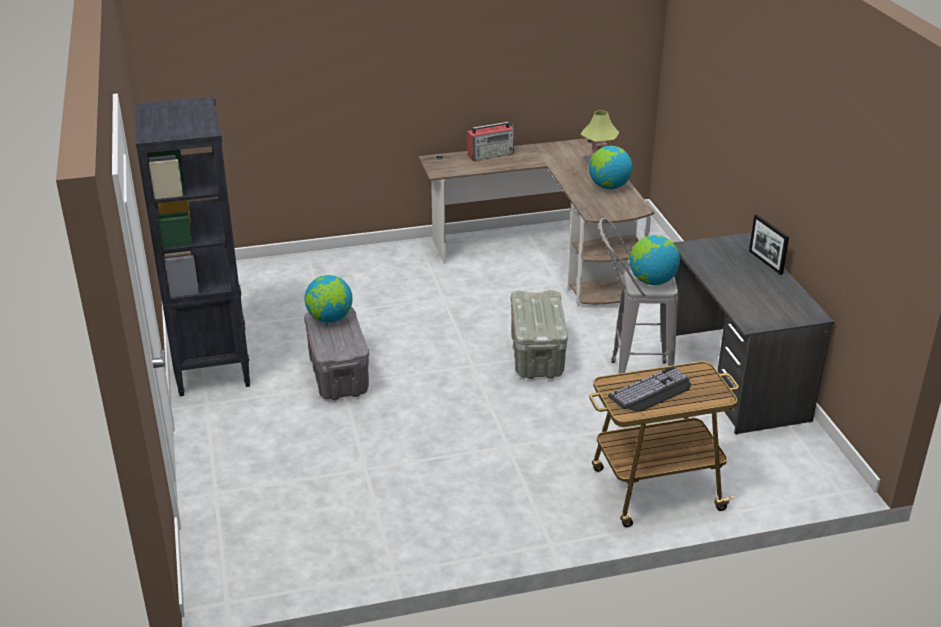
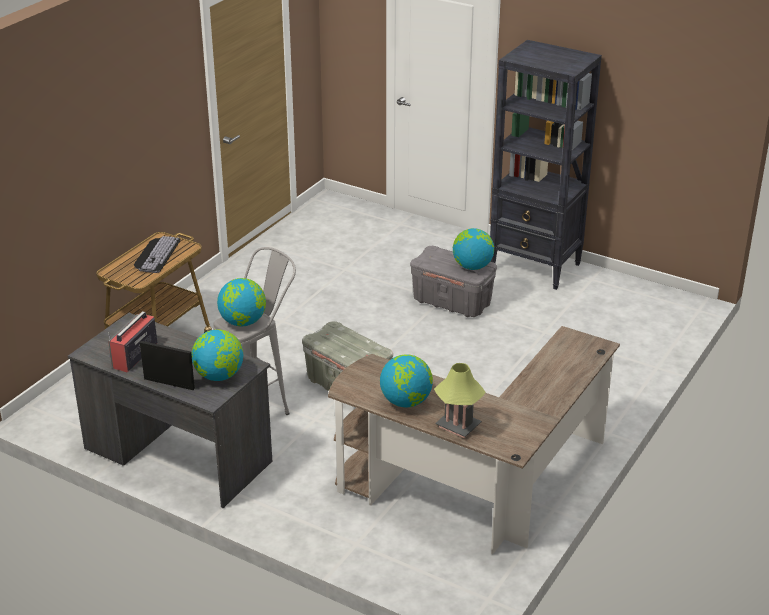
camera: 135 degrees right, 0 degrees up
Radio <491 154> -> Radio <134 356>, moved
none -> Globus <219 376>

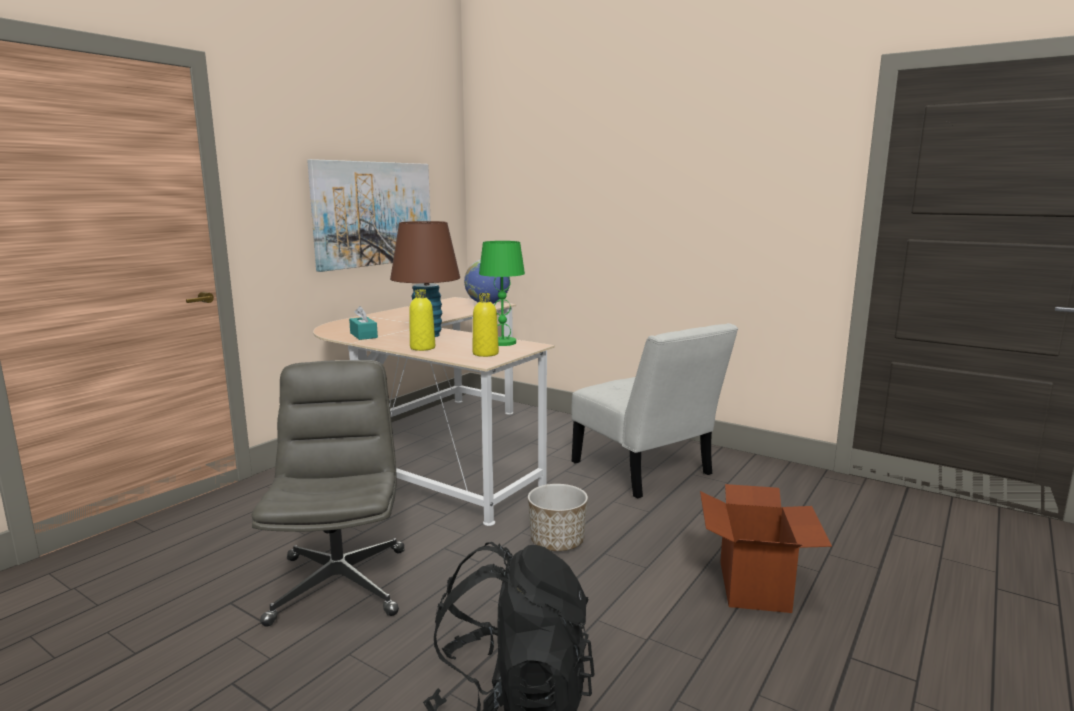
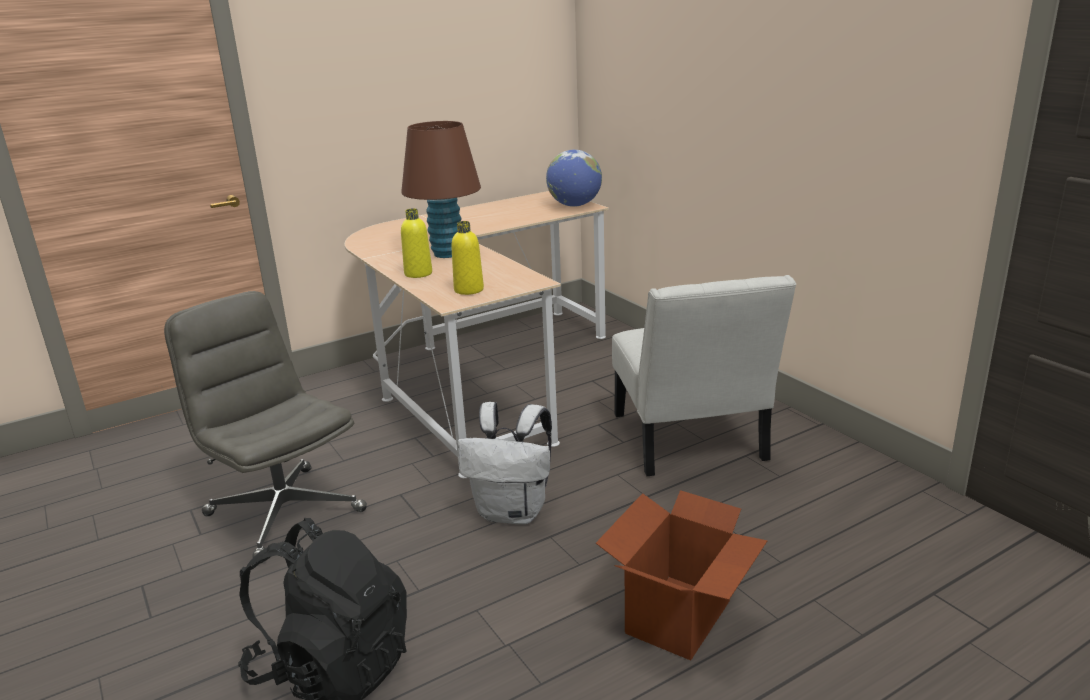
camera: 25 degrees right, 10 degrees up
Bild <374 213> -> none
Tischlampe/grün <502 343> -> none
Taschentuchbox/türkis <363 335> -> none
Bürostuhl/grau <339 584> -> Bürostuhl/grau <283 512>, 60 degrees counterclockwise
Pflanzkübel <557 542> -> Rucksack/weiß <513 512>

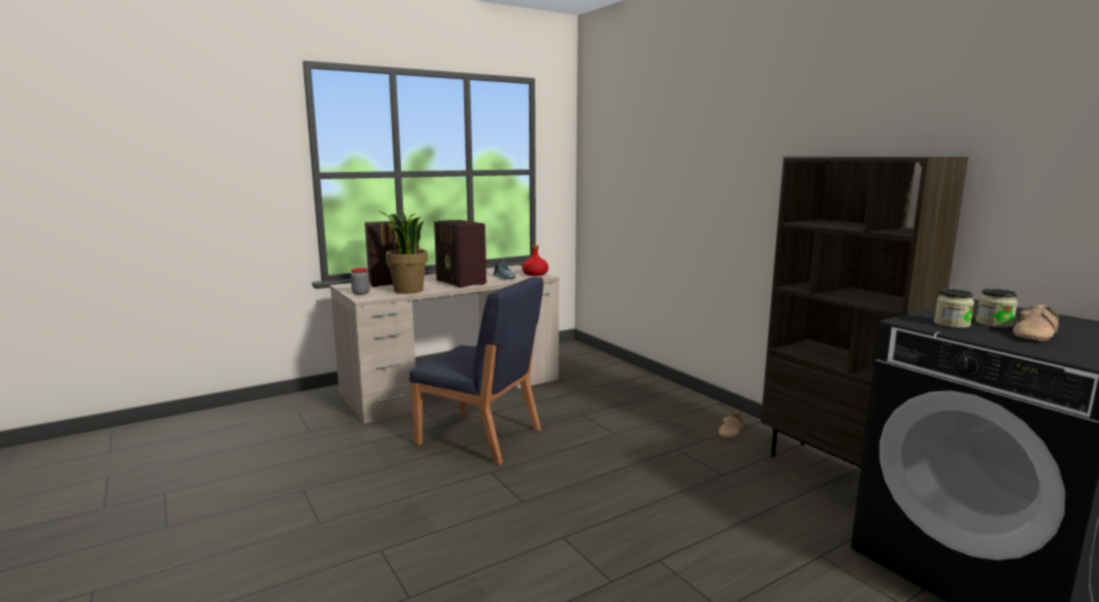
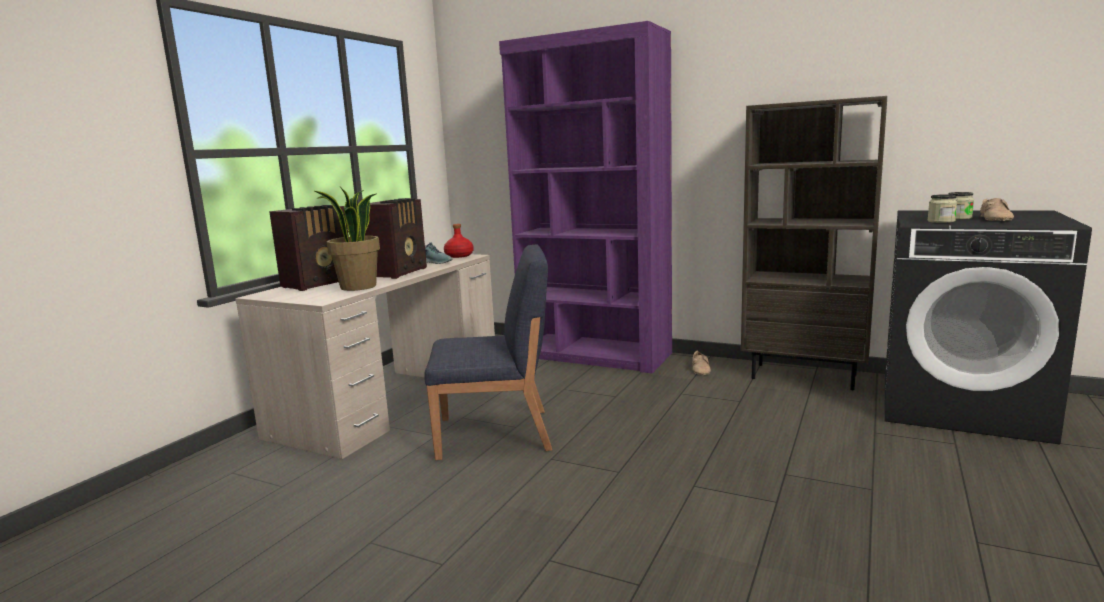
camera: 30 degrees left, 0 degrees up
Radio <460 282> -> Radio <399 272>, 90 degrees counterclockwise
Vorratsglas <361 293> -> none
none -> Bücherregal/lila <595 355>

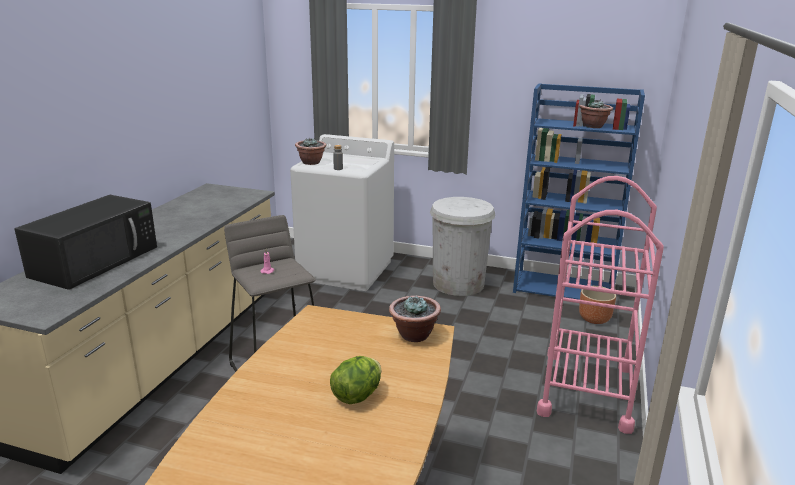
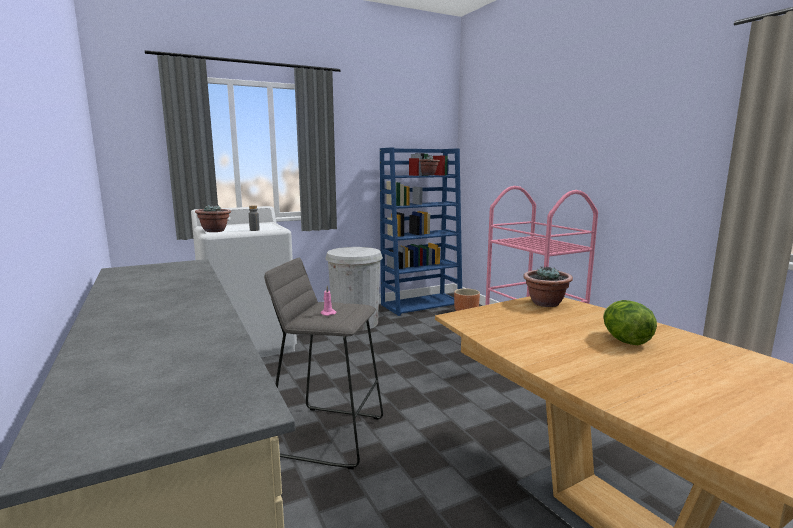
camera: 45 degrees left, 10 degrees down
Mikrowelle/schwarz <96 260> -> none

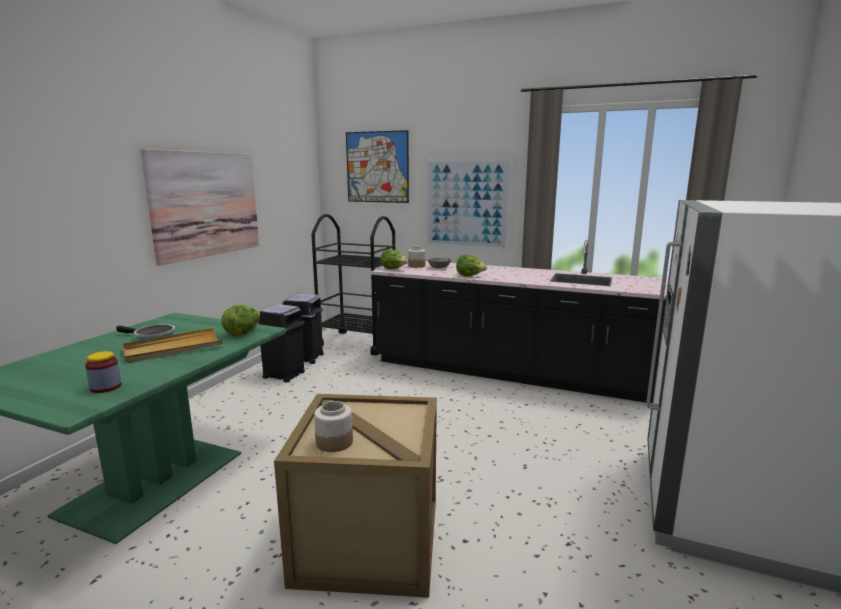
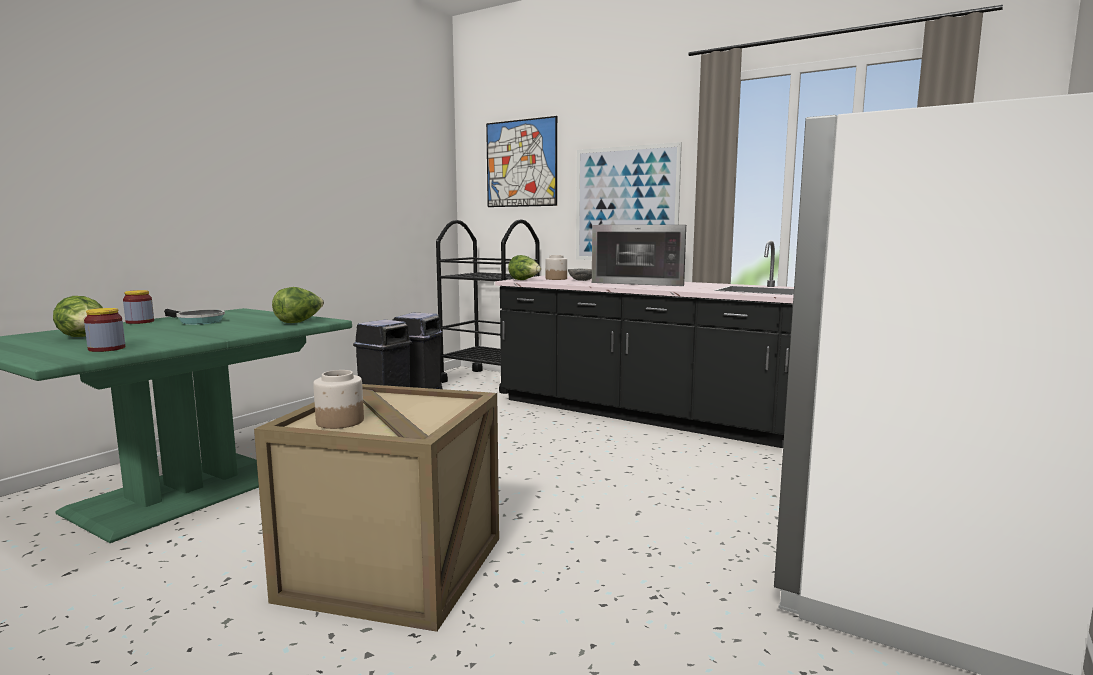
camera: 10 degrees right, 5 degrees down
Bild <206 204> -> none
Salatkopf <470 276> -> Salatkopf <84 337>, moved
Tablett/beige <173 348> -> none
none -> Mikrowelle <642 282>
none -> Vorratsglas <140 322>

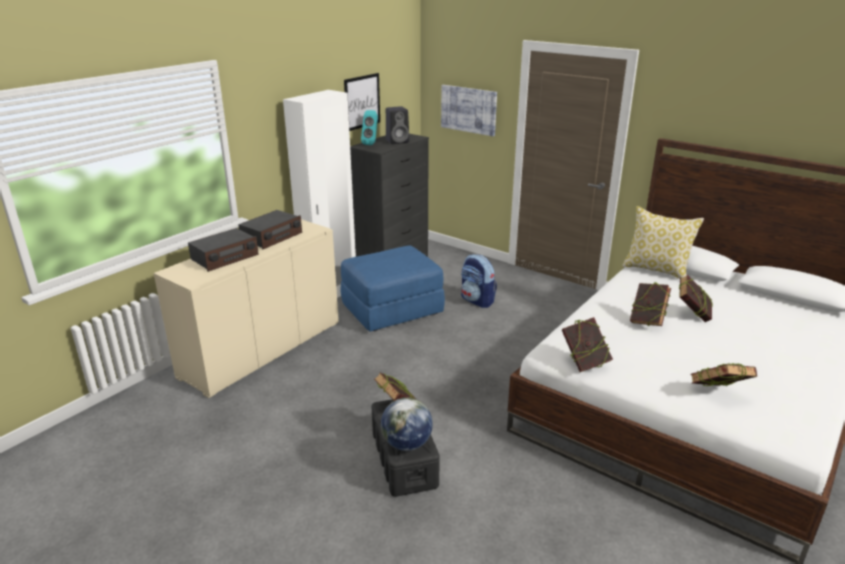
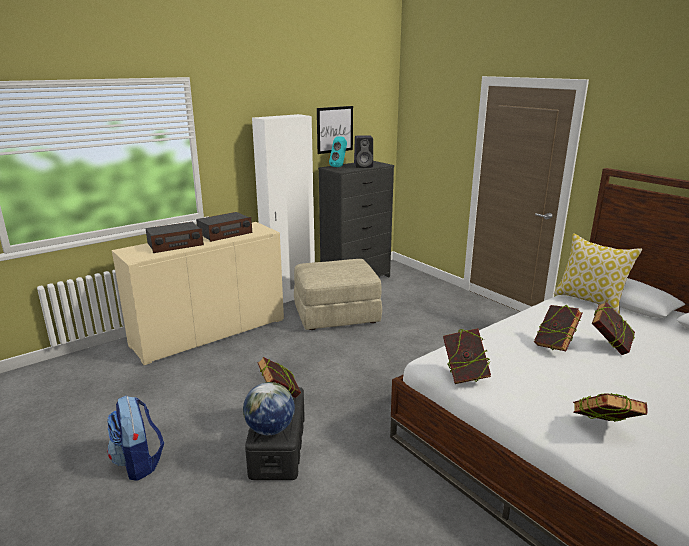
camera: 15 degrees right, 5 degrees down
Bild <468 109> -> none
Polsterhocker/blau <392 310> -> Polsterhocker/beige <336 315>
Rucksack <477 300> -> Rucksack <139 463>, moved

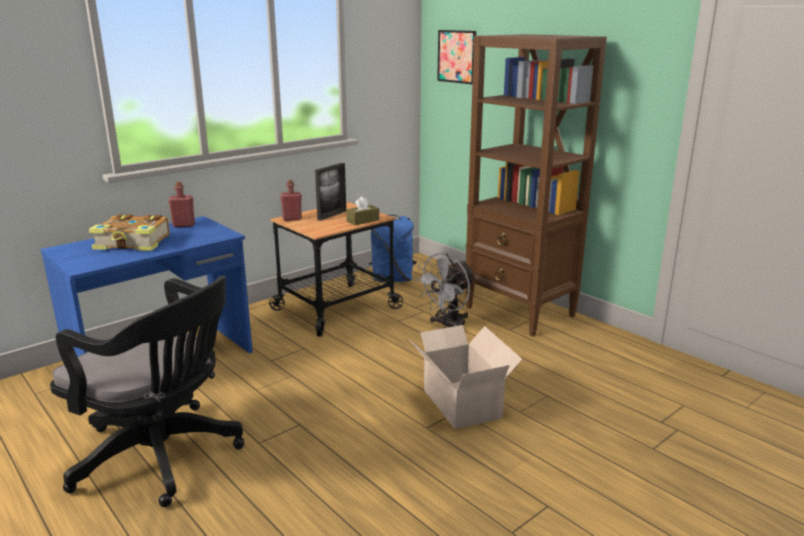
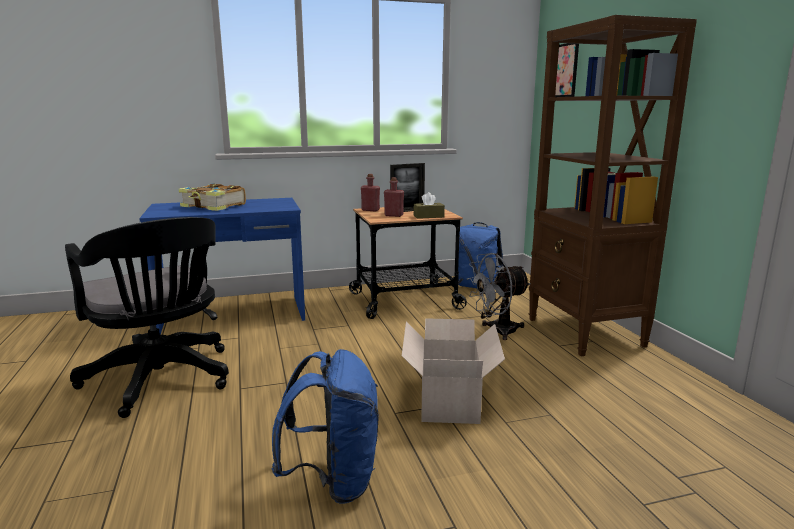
camera: 25 degrees right, 5 degrees down
Flasche/rot <184 225> -> Flasche/rot <394 215>, moved
none -> Rucksack/blau <334 480>

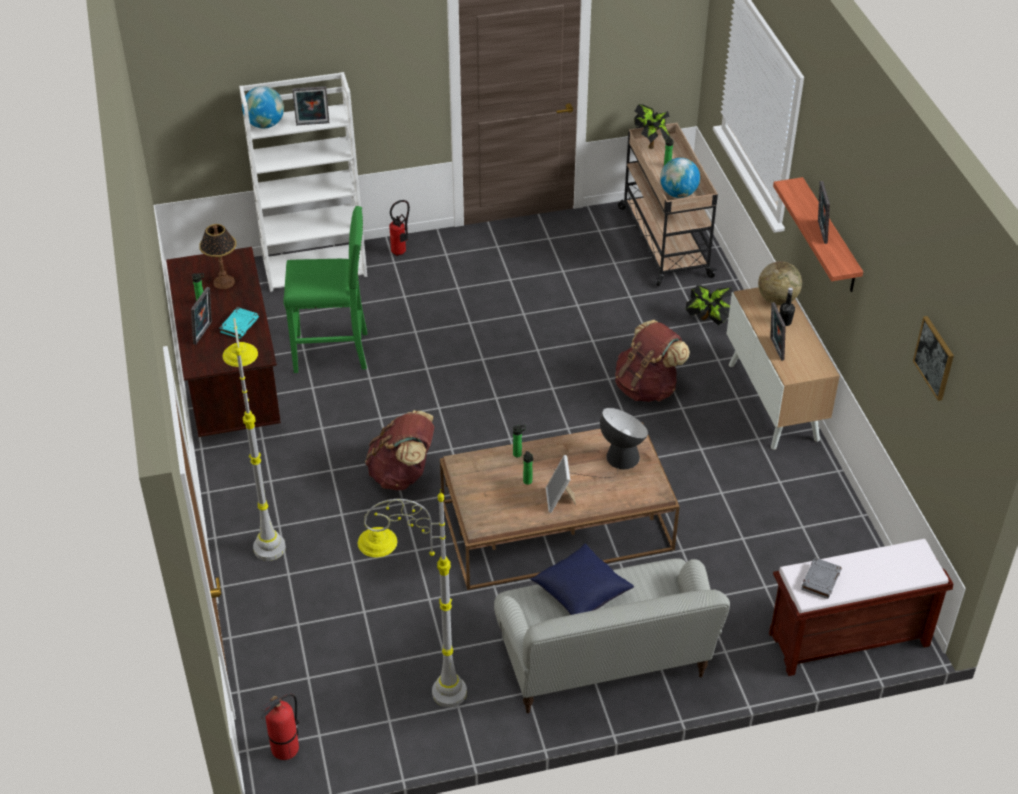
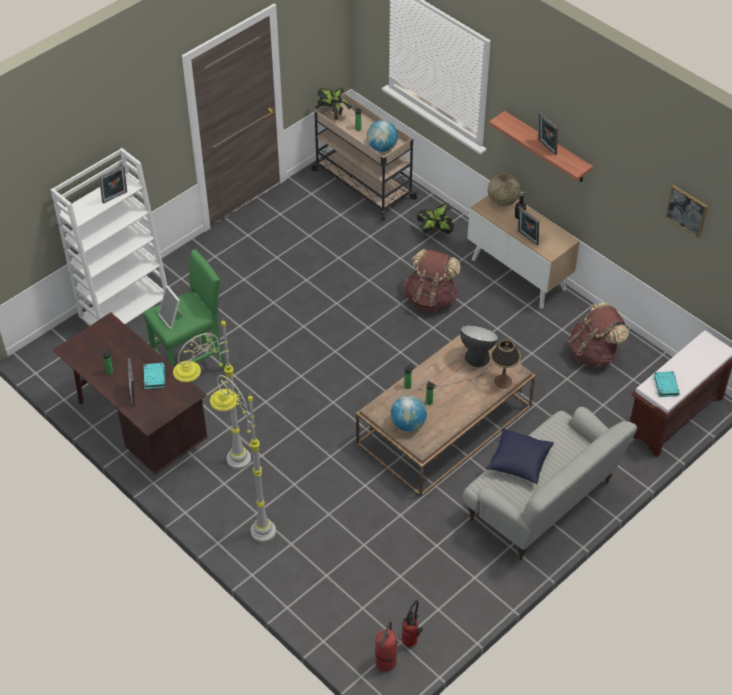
camera: 30 degrees left, 5 degrees up
Globus <265 124> -> Globus <408 424>, moved
Feuerlöscher <401 252> -> Feuerlöscher <411 640>, moved
Tischlampe <223 282> -> Tischlampe <502 381>, moved
Rucksack/braun <403 474> -> Rucksack/braun <593 353>, moved
Bilderrahmen <559 500> -> Bilderrahmen <172 318>, moved
Stehlampe/grau <419 693> -> Stehlampe/grau <220 469>, moved
Buch/grau <820 580> -> Buch/türkis <665 385>

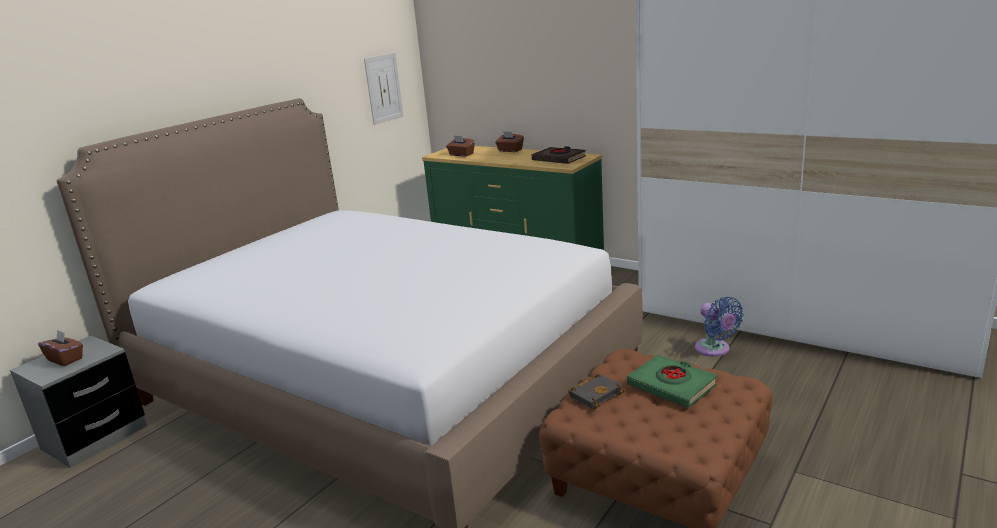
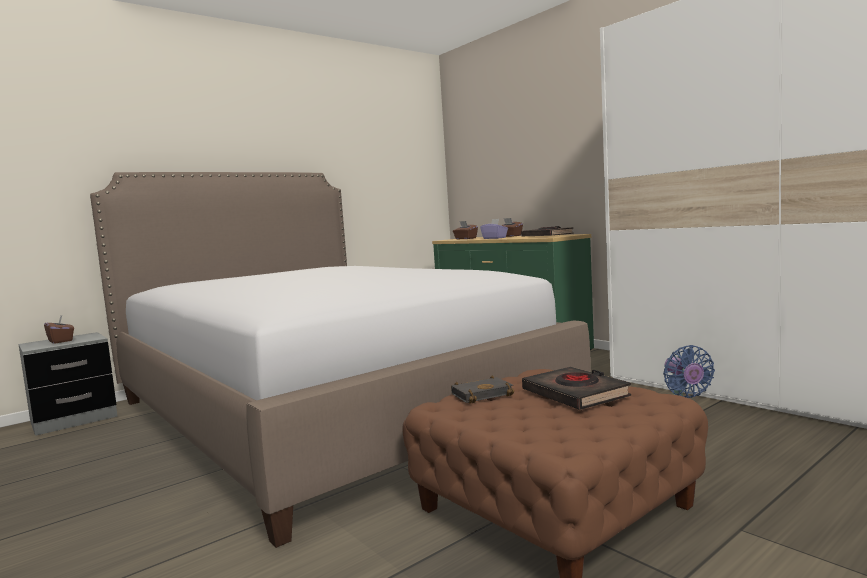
camera: 15 degrees right, 15 degrees down
Bild <383 88> -> none
Buch/grün <672 386> -> Buch/schwarz <575 394>
none -> Taschentuchbox/lila <494 238>

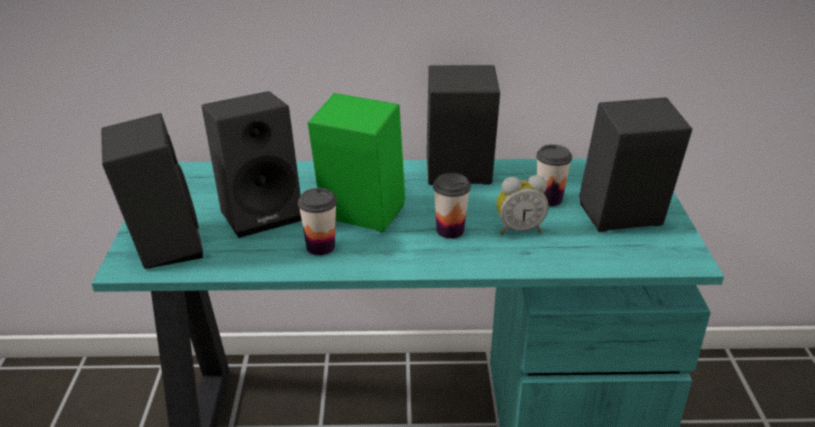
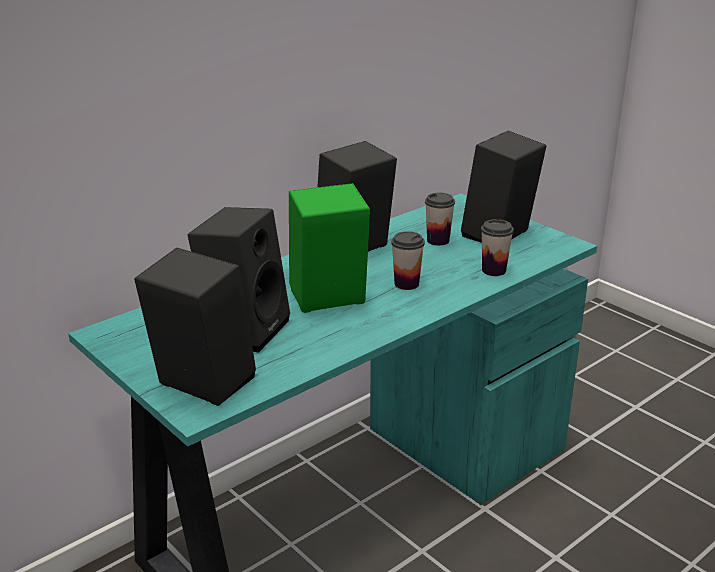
camera: 40 degrees left, 5 degrees down
Wecker <519 229> -> none
Tasse <320 247> -> Tasse <493 270>, moved

